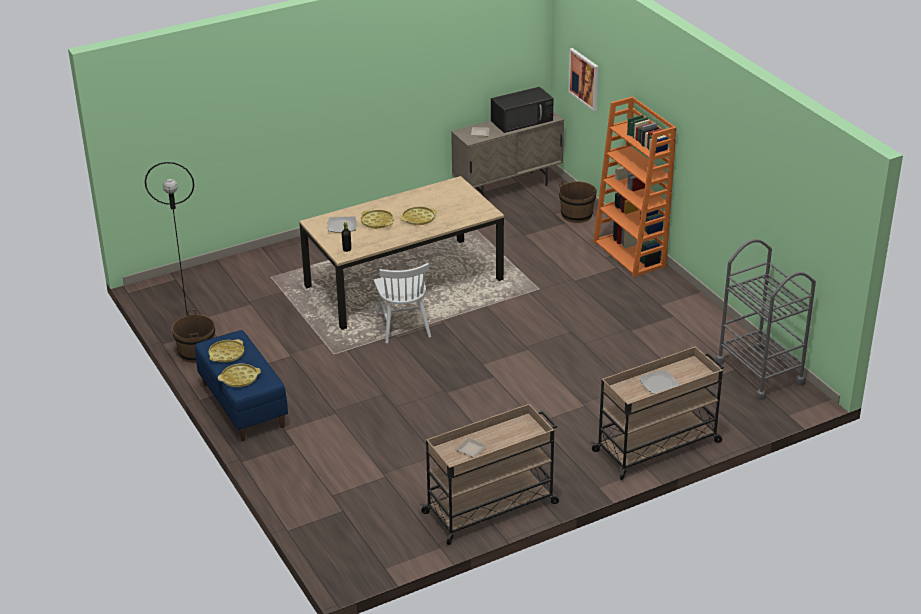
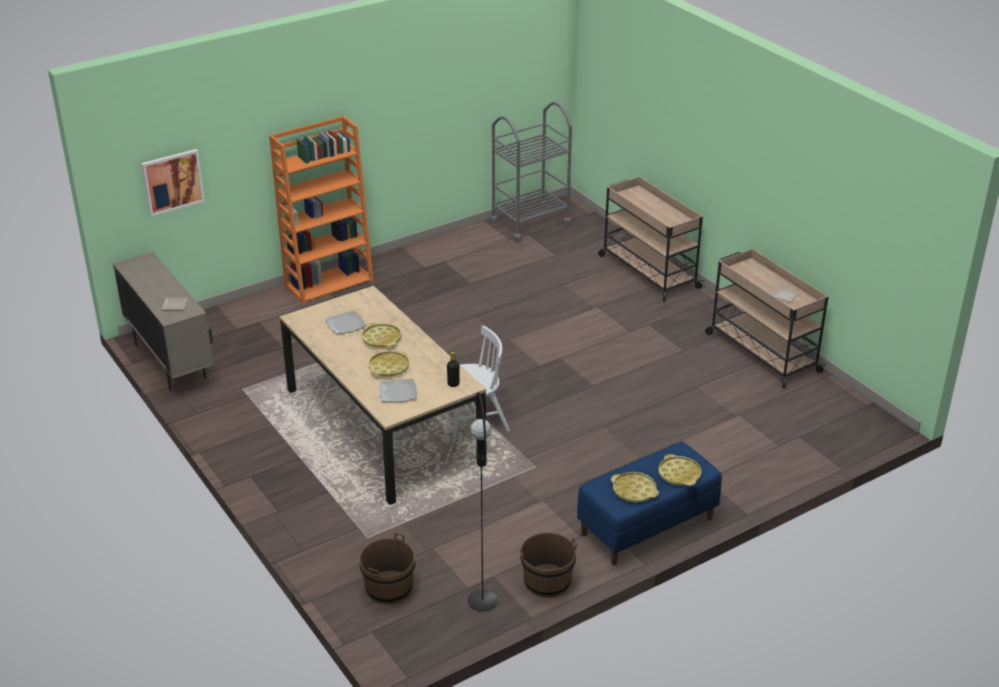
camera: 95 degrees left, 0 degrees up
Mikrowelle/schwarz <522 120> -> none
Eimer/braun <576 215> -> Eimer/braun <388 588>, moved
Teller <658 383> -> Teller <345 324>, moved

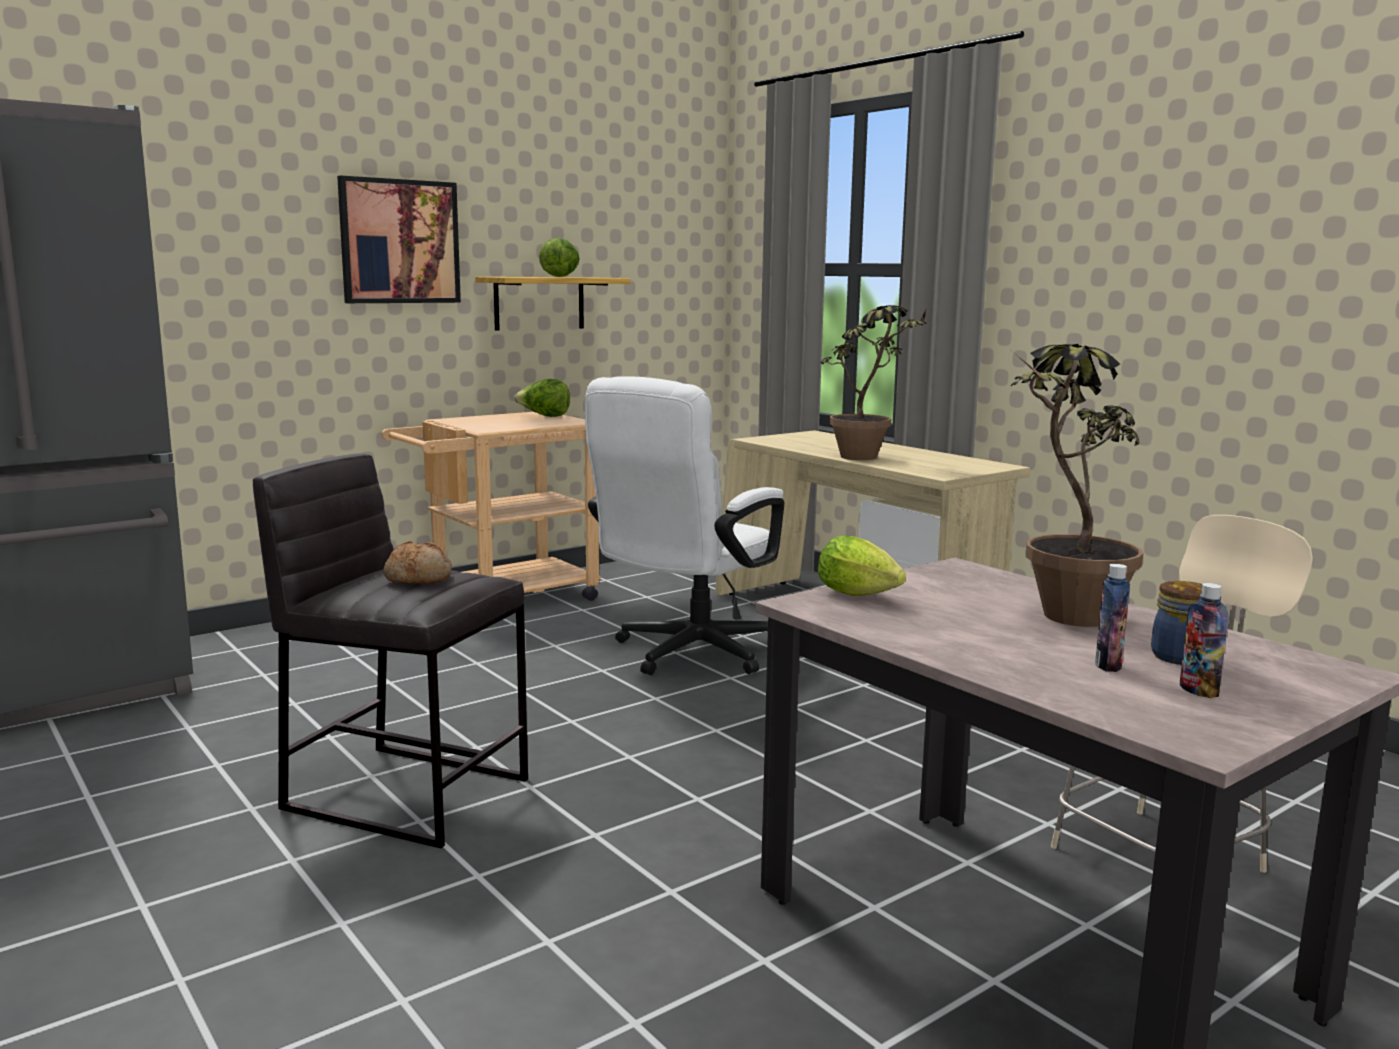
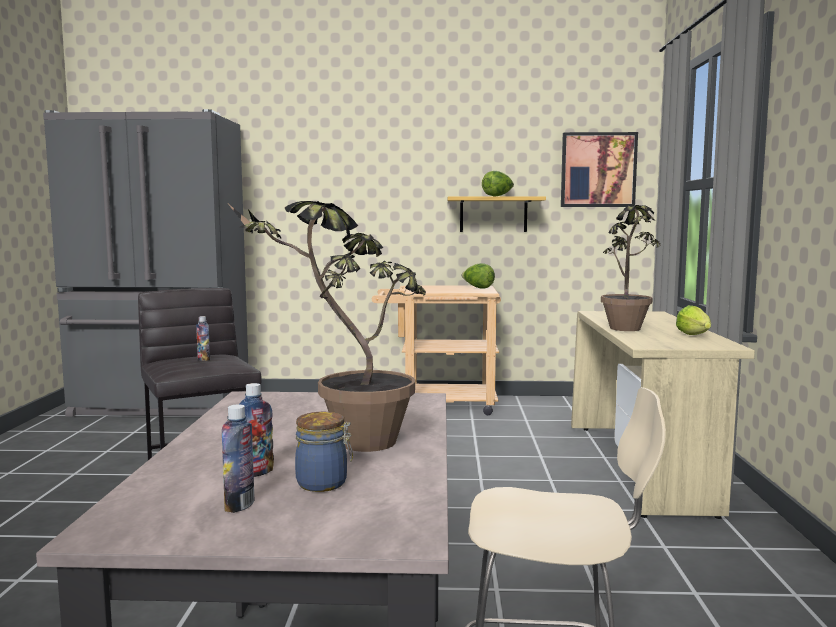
camera: 40 degrees right, 5 degrees down
Bild <399 241> -> Bild <598 170>, moved
Bürostuhl/weiß <687 654> -> none
Salatkopf <862 596> -> Salatkopf <695 336>, moved
Brot <419 578> -> Flasche <203 359>

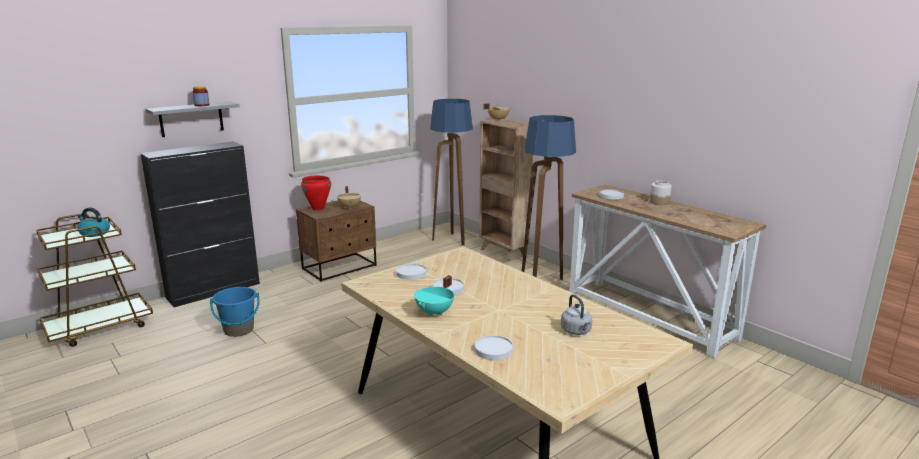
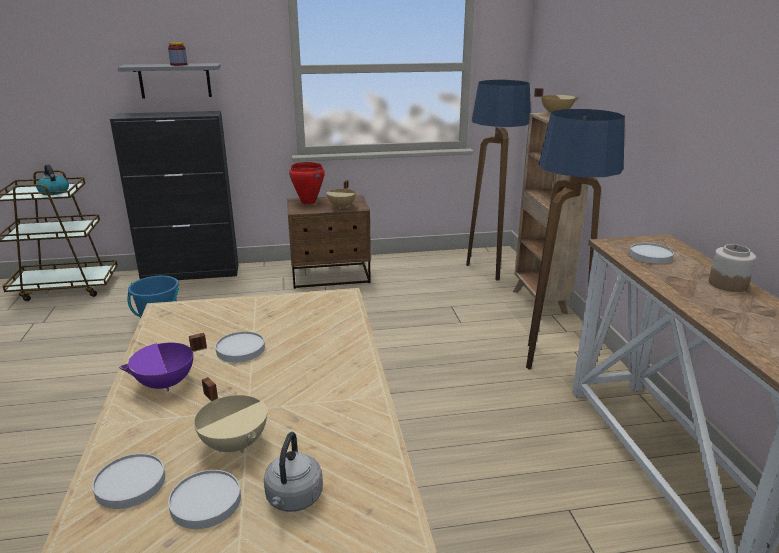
camera: 30 degrees right, 5 degrees up
Teller/weiß <411 273> -> Teller/weiß <206 501>, moved
Kochtopf/türkis <435 312> -> Kochtopf/lila <166 384>
none -> Kochtopf/beige <235 443>

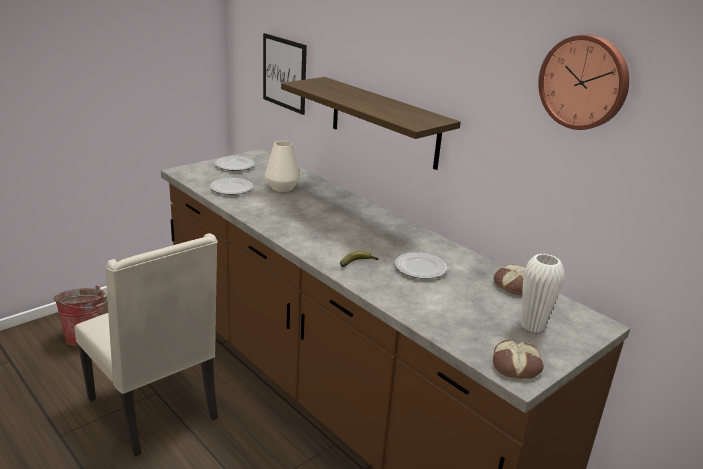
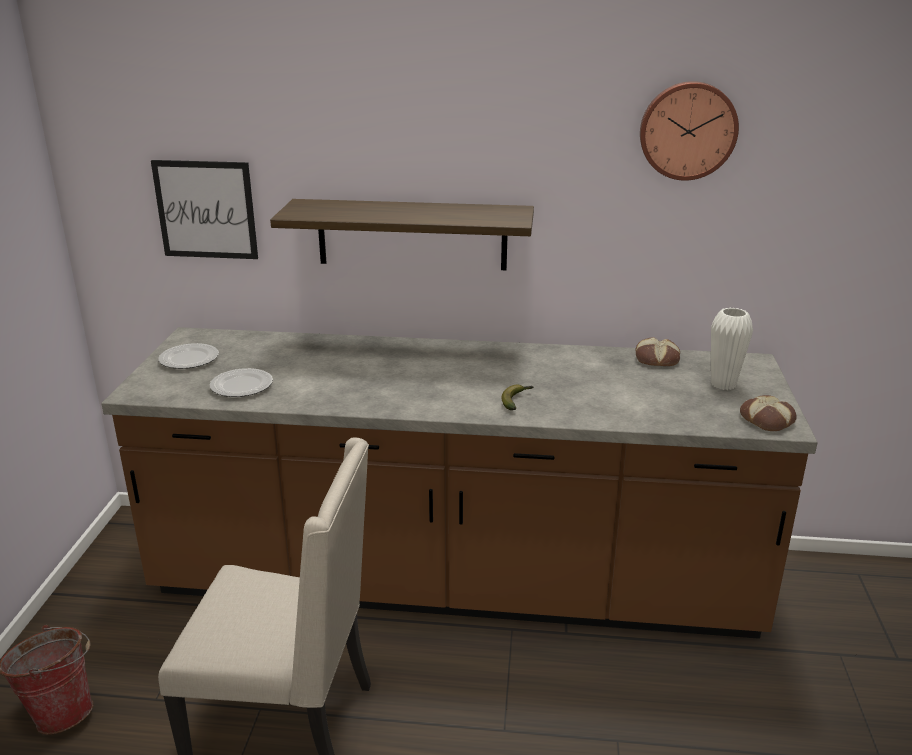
camera: 40 degrees left, 0 degrees up
Vase/weiß <282 187> -> none
Teller <420 268> -> none

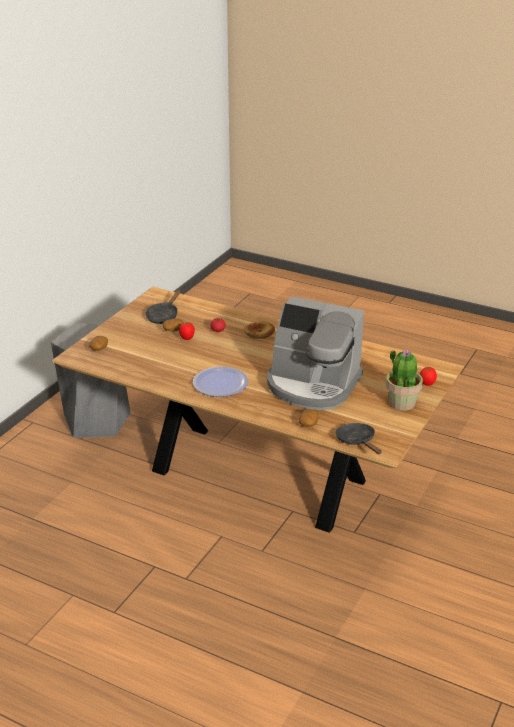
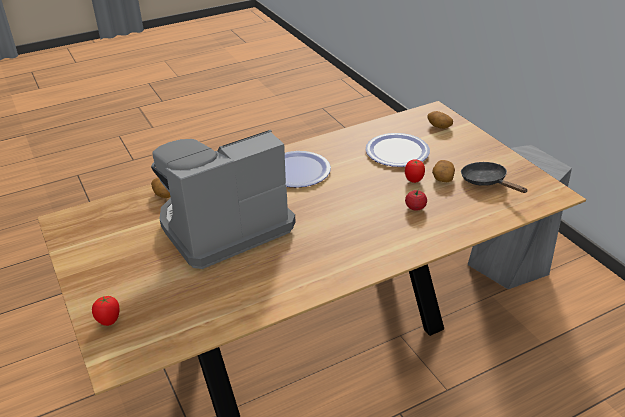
camera: 125 degrees right, 5 degrees up
Brot <259 332> -> none
Topfpflanze <402 403> -> none
Pfanne/schwarz <357 441> -> none
none -> Teller <397 151>

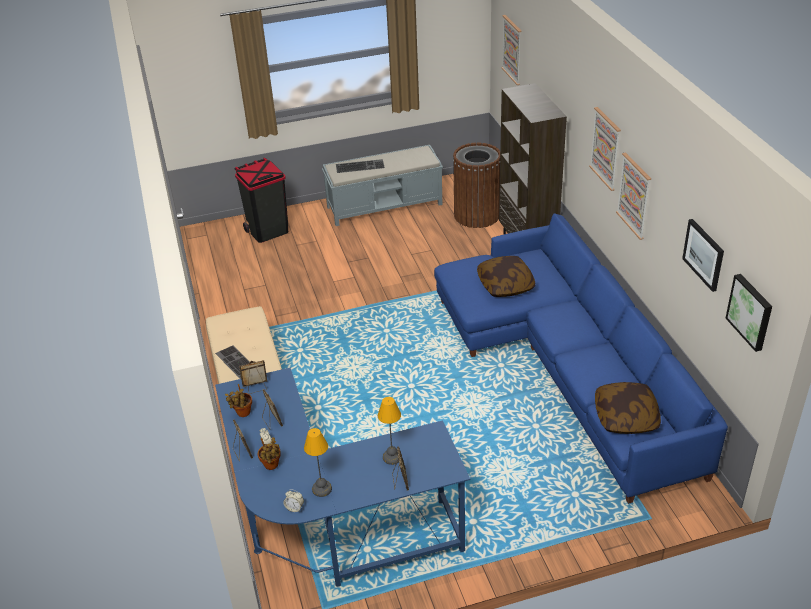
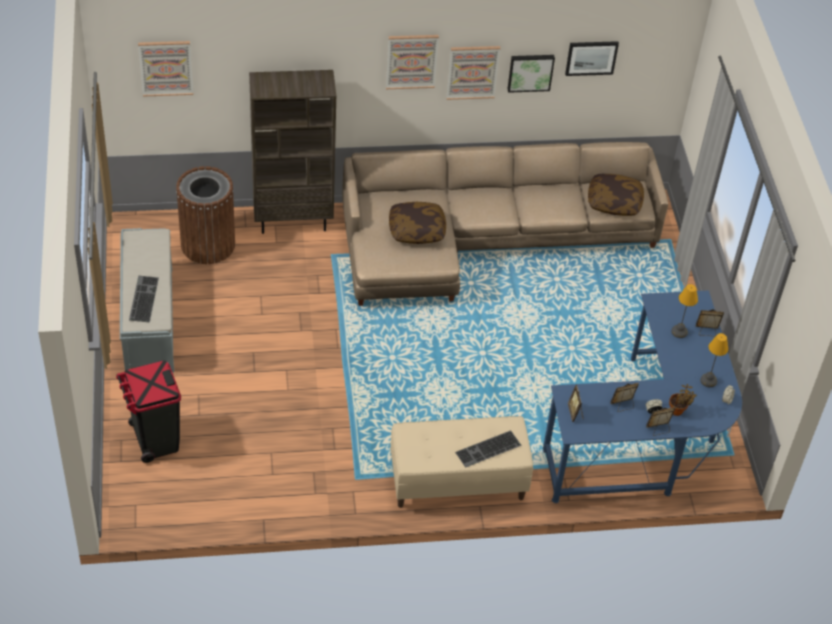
camera: 85 degrees left, 10 degrees up
Sofa/blau <567 365> -> Sofa/beige <482 238>
Bild <751 311> -> Bild <530 72>, moved
Topfpflanze <242 413> -> none

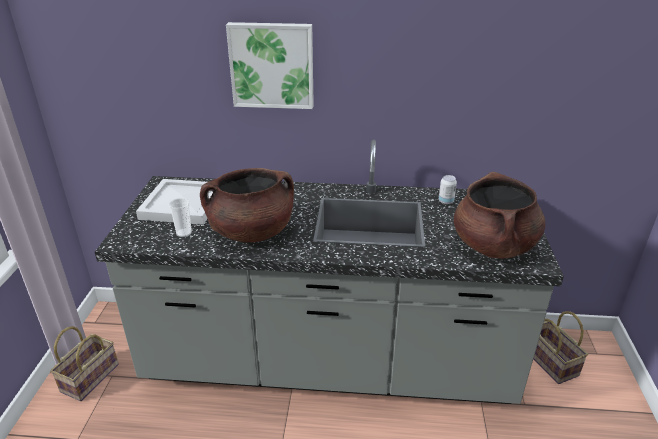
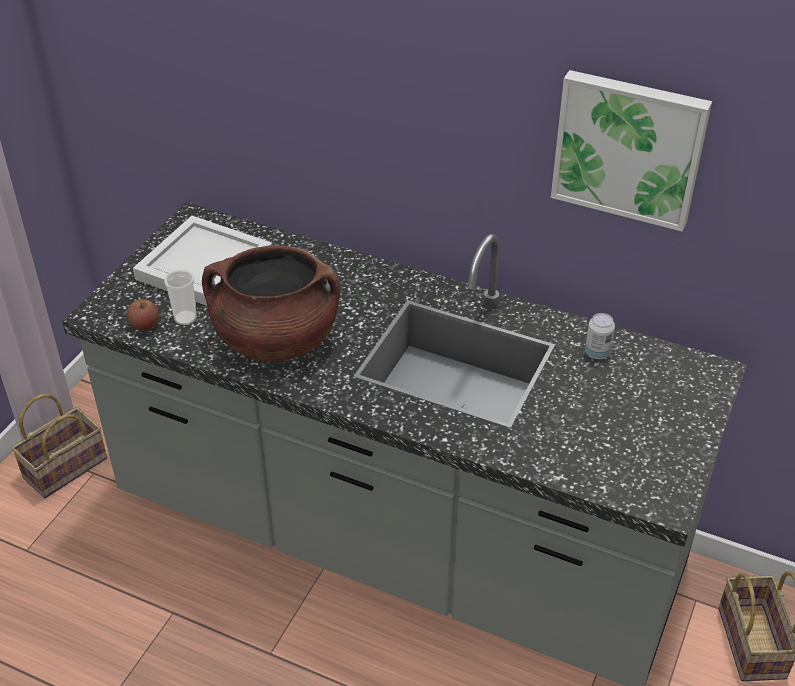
camera: 20 degrees right, 10 degrees up
Bild <272 65> -> Bild <629 147>, moved
Kochtopf/braun <493 246> -> none
none -> Apfel <144 325>

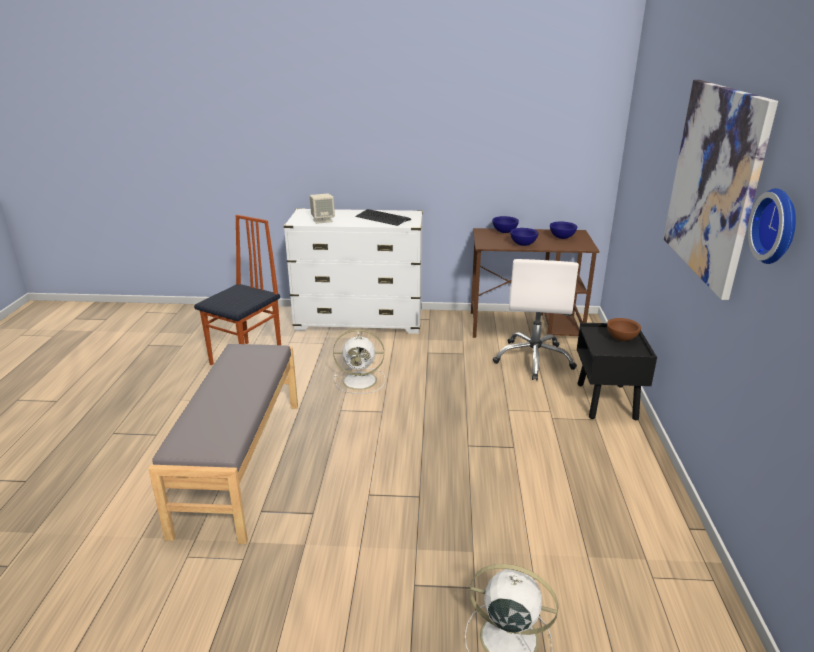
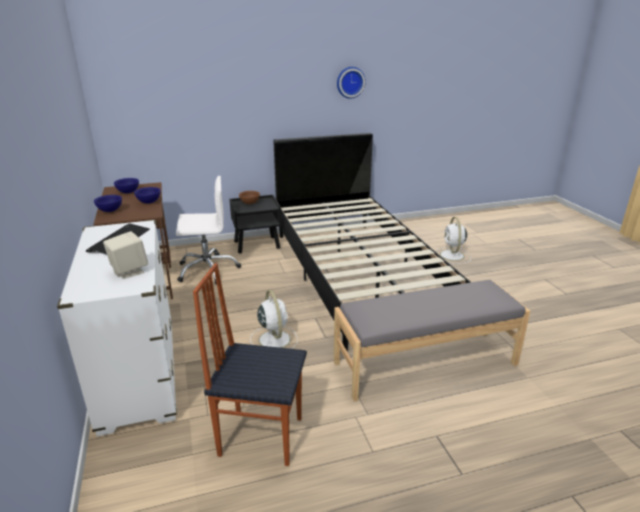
camera: 110 degrees left, 0 degrees up
Bild <713 183> -> none
none -> Bett/schwarz <356 274>

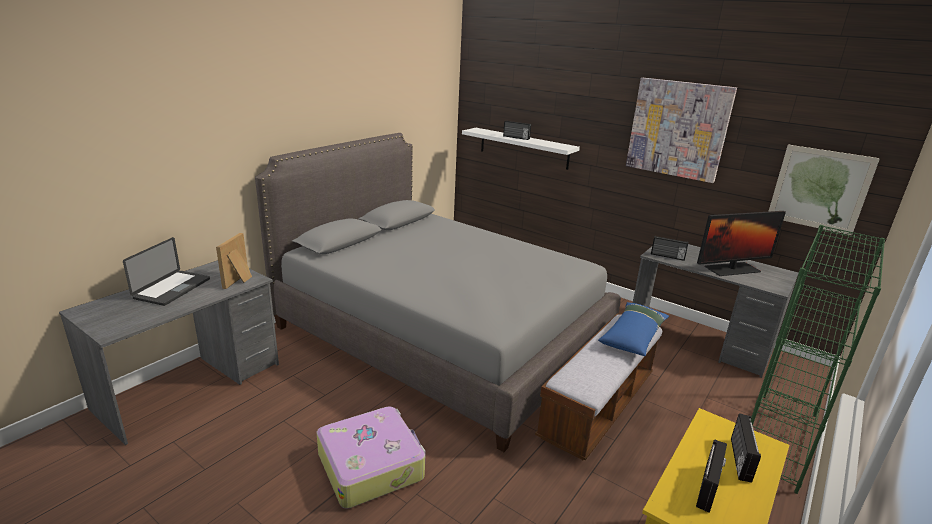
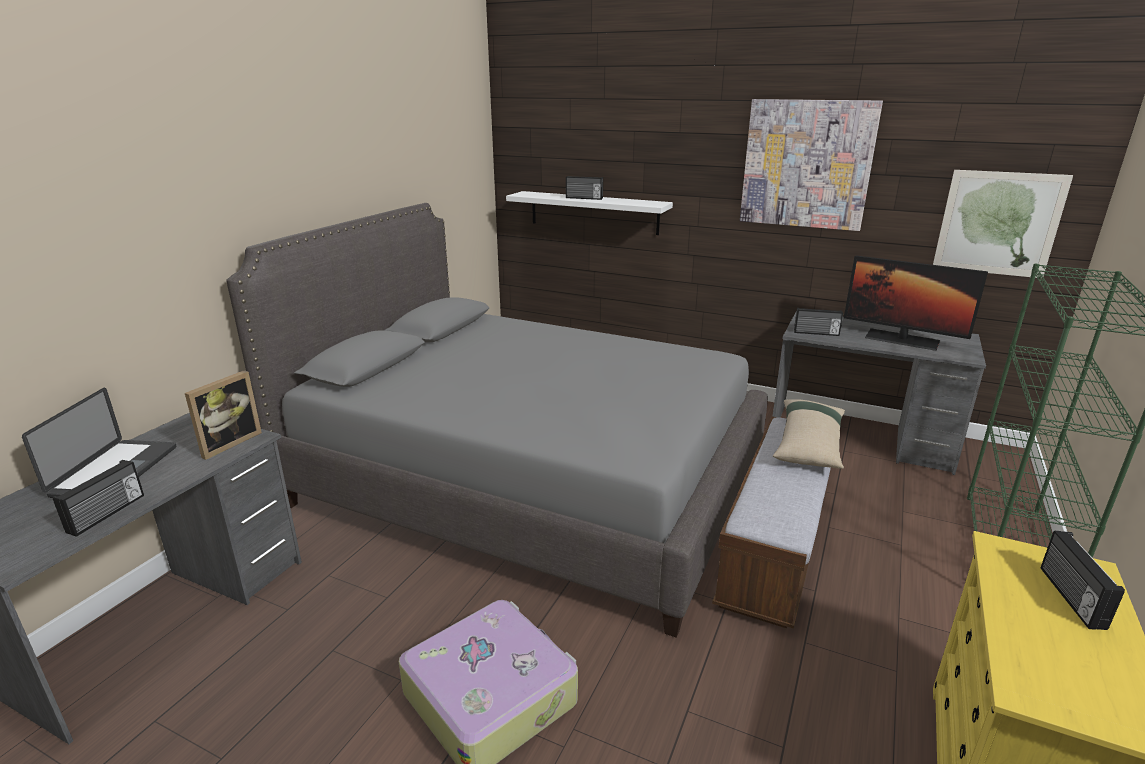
camera: 10 degrees left, 0 degrees up
Monitor <732 269> -> Monitor <902 339>, 60 degrees clockwise
Bilderrahmen <240 281> -> Bilderrahmen <228 443>, 150 degrees counterclockwise
Kissen/blau <633 335> -> Kissen/beige <809 443>
Radio <709 488> -> Radio <107 514>, moved

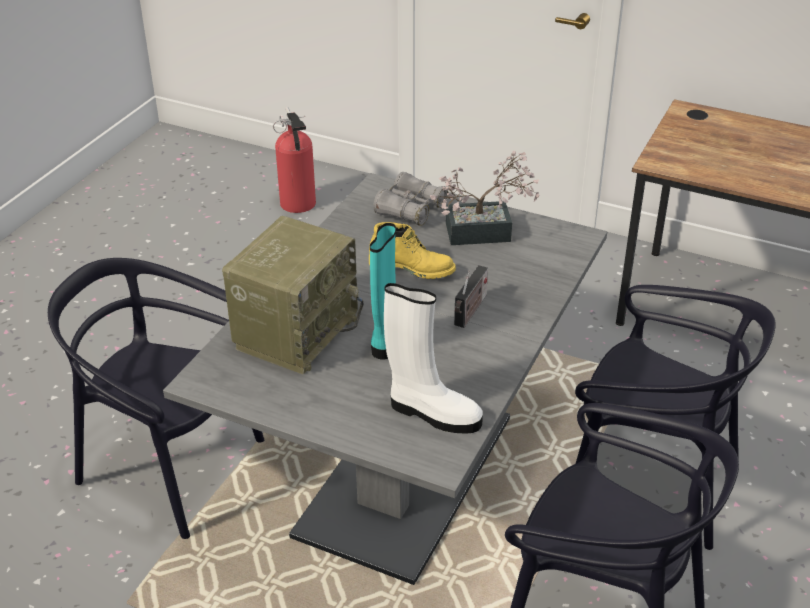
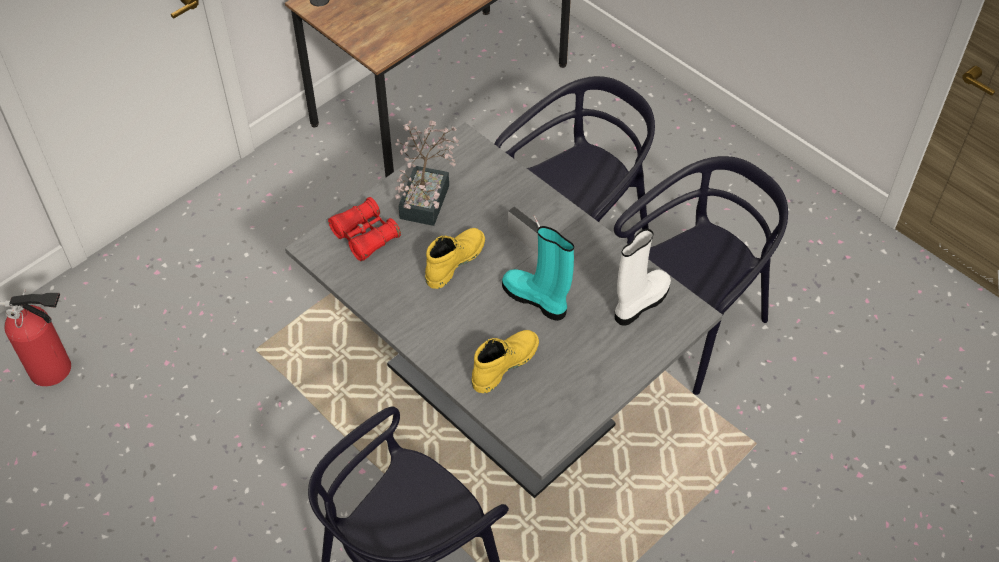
camera: 70 degrees left, 15 degrees up
Fernglas/grau <410 209> -> Fernglas/rot <365 236>
Radio <296 331> -> Stiefel/gelb <504 363>

